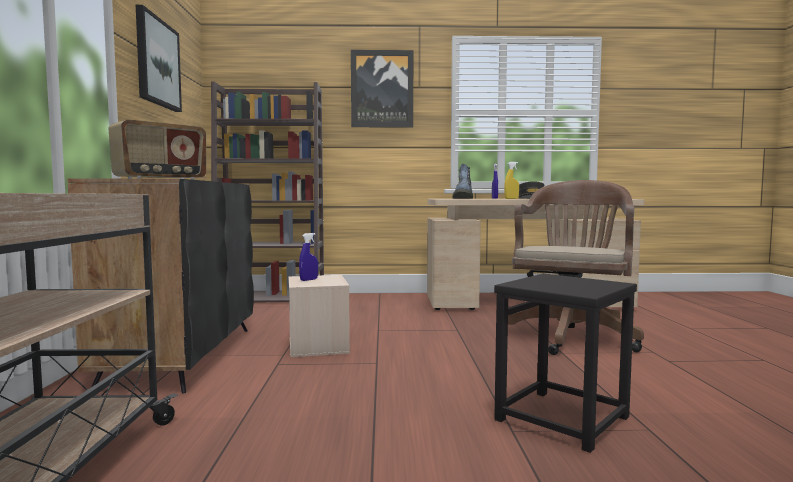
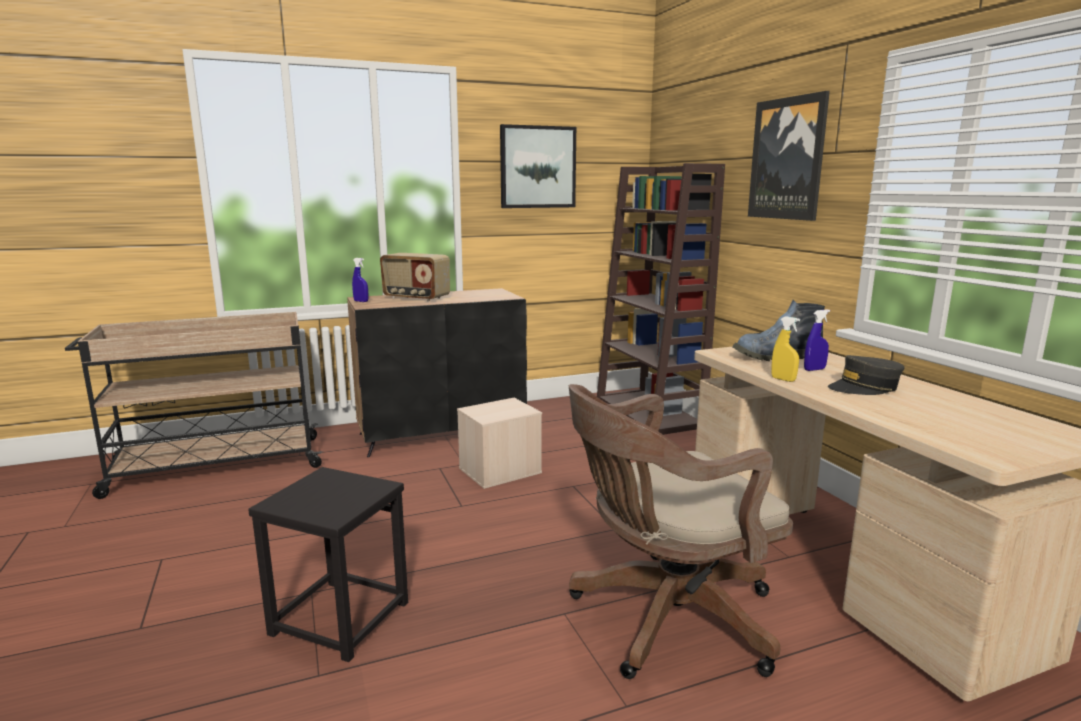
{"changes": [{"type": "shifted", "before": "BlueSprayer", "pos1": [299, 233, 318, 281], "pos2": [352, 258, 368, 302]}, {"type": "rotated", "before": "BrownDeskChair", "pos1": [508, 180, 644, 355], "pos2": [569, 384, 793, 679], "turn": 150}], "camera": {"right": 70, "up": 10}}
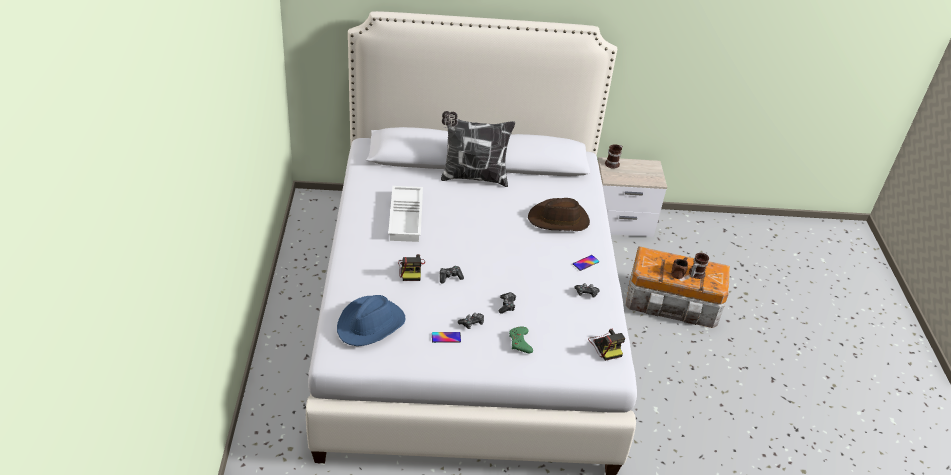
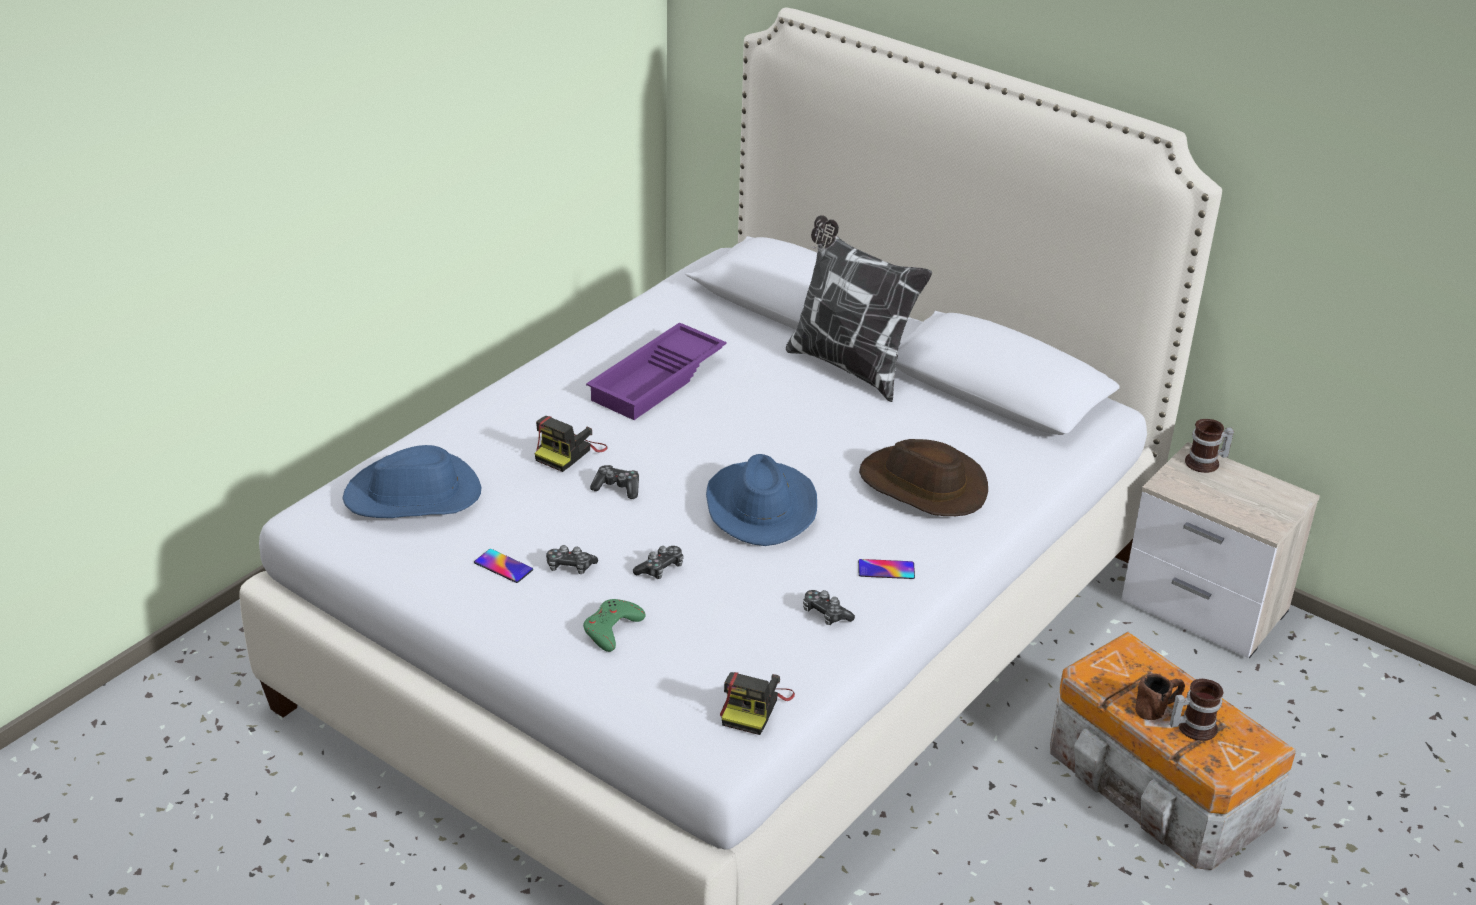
{"changes": [{"type": "repainted", "before": "WhiteCarryingTray", "after": "PurpleCarryingTray", "pos1": [388, 186, 423, 242], "pos2": [586, 322, 727, 420]}, {"type": "new", "after": "BlueWearableHat", "pos2": [706, 454, 817, 546]}], "camera": {"right": 40, "up": -5}}
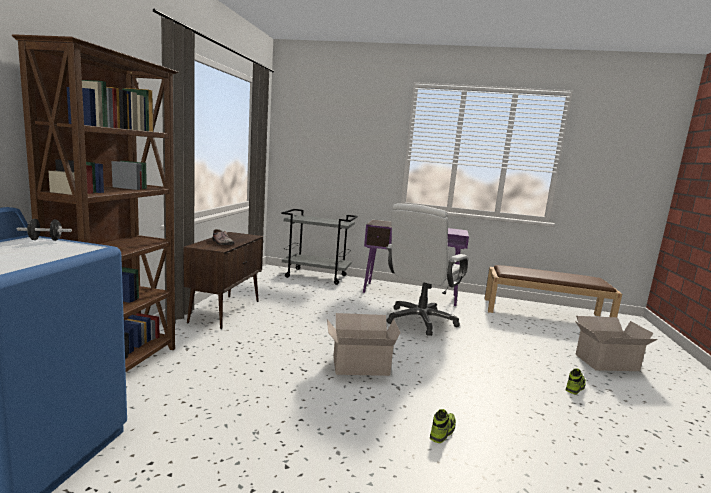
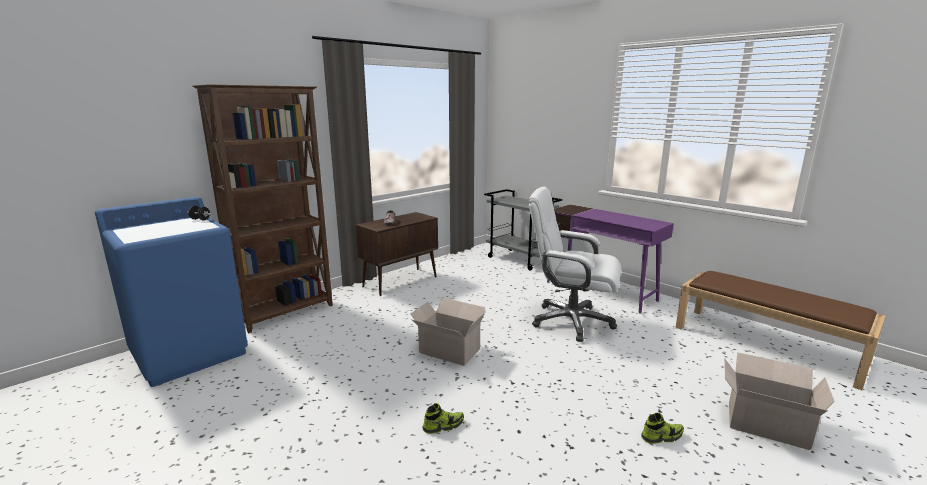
{"changes": [{"type": "rotated", "before": "WhiteDeskChair", "pos1": [386, 203, 469, 336], "pos2": [529, 187, 621, 342], "turn": 45}], "camera": {"right": 35, "up": 5}}
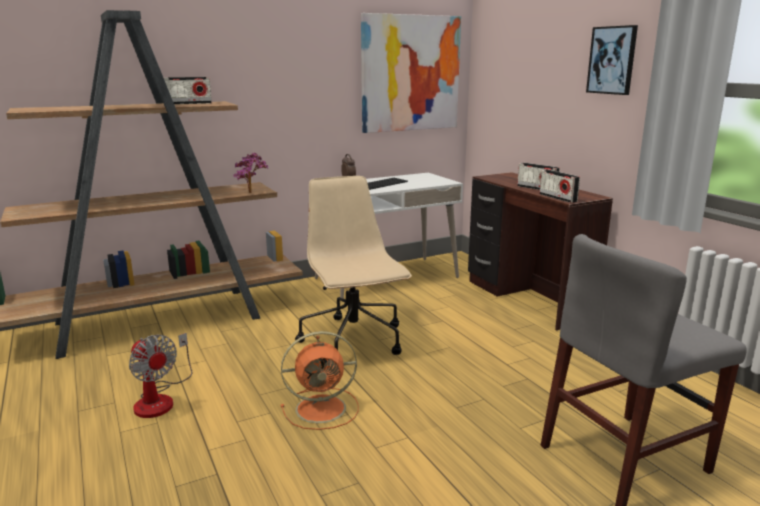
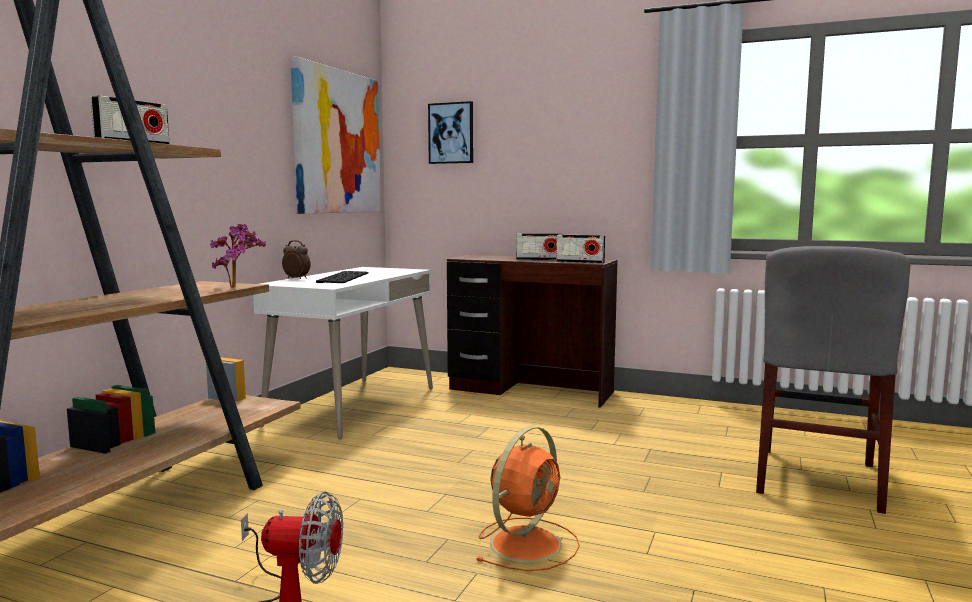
{"changes": [{"type": "shifted", "before": "Picture", "pos1": [586, 25, 638, 95], "pos2": [428, 101, 473, 164]}, {"type": "gone", "before": "BeigeColouredDeskChair", "pos1": [295, 176, 412, 355]}], "camera": {"right": -40, "up": -10}}
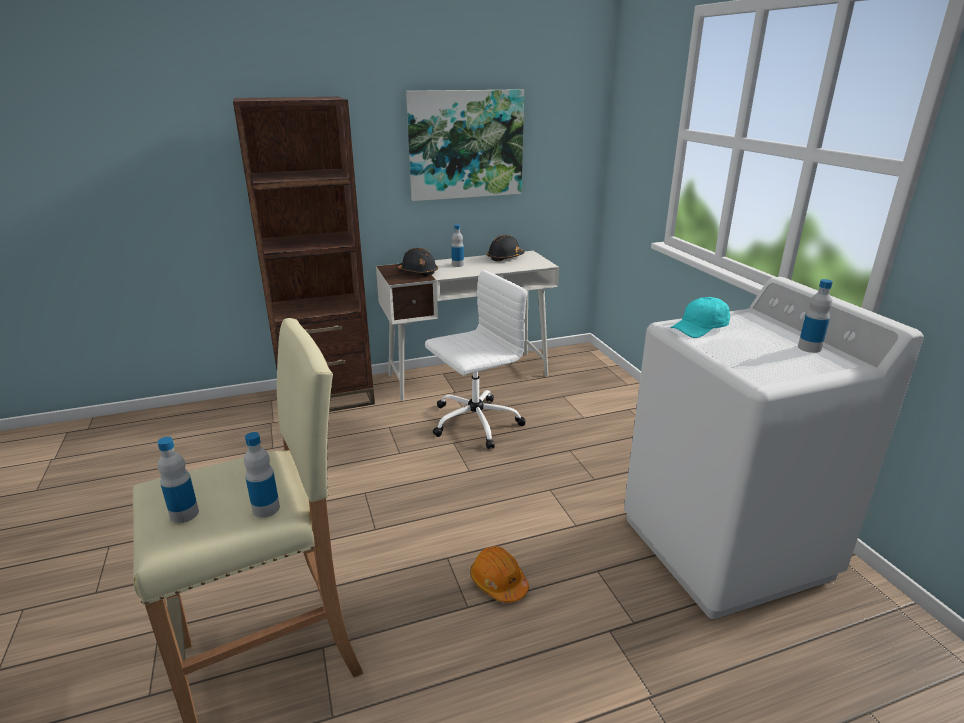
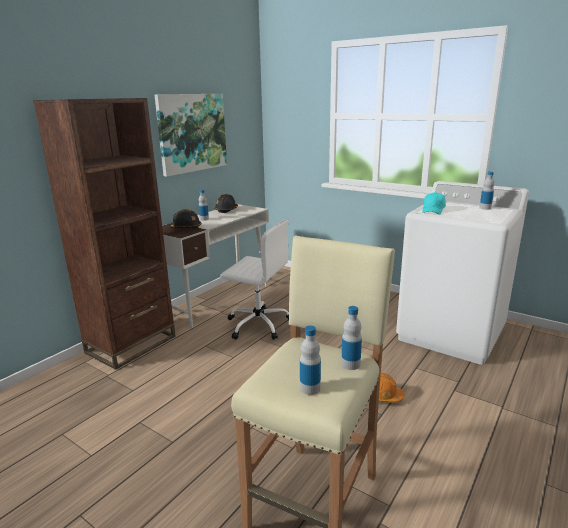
{"changes": [{"type": "rotated", "before": "WhiteDeskChair", "pos1": [425, 270, 527, 449], "pos2": [220, 219, 289, 340], "turn": 90}], "camera": {"right": -35, "up": -5}}
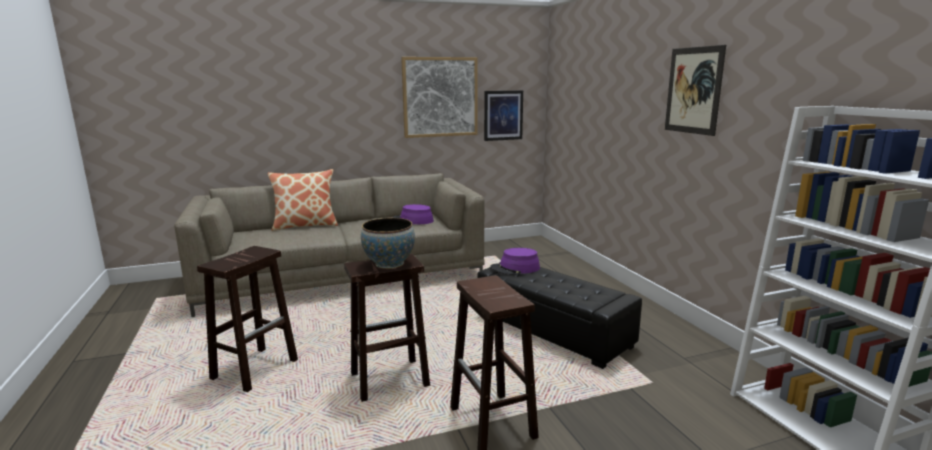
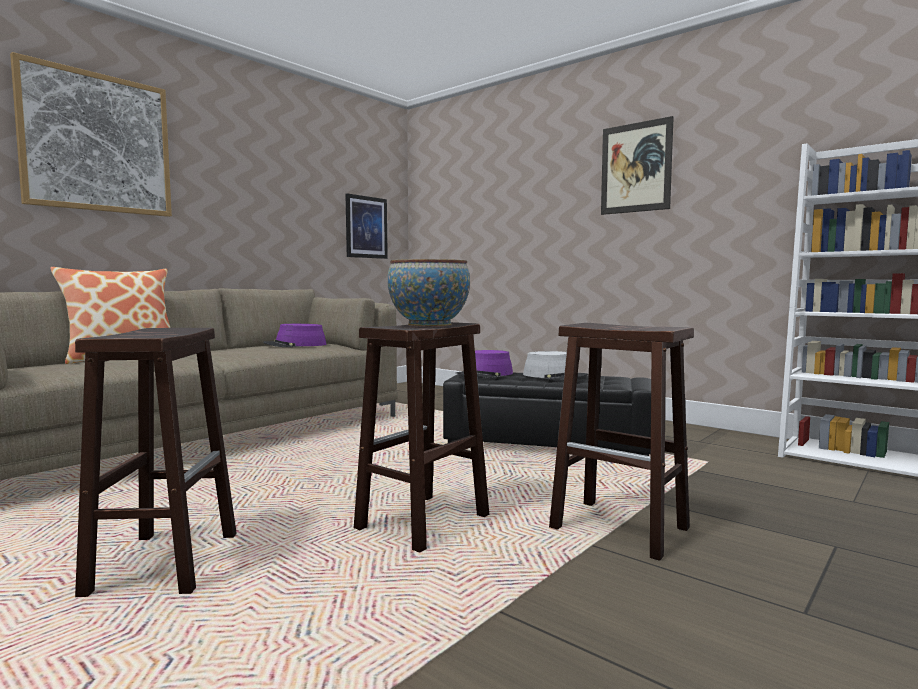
{"changes": [{"type": "shifted", "before": "Picture", "pos1": [401, 57, 478, 138], "pos2": [10, 52, 172, 217]}, {"type": "new", "after": "GrayWearableHat", "pos2": [523, 351, 588, 380]}], "camera": {"right": -30, "up": -10}}
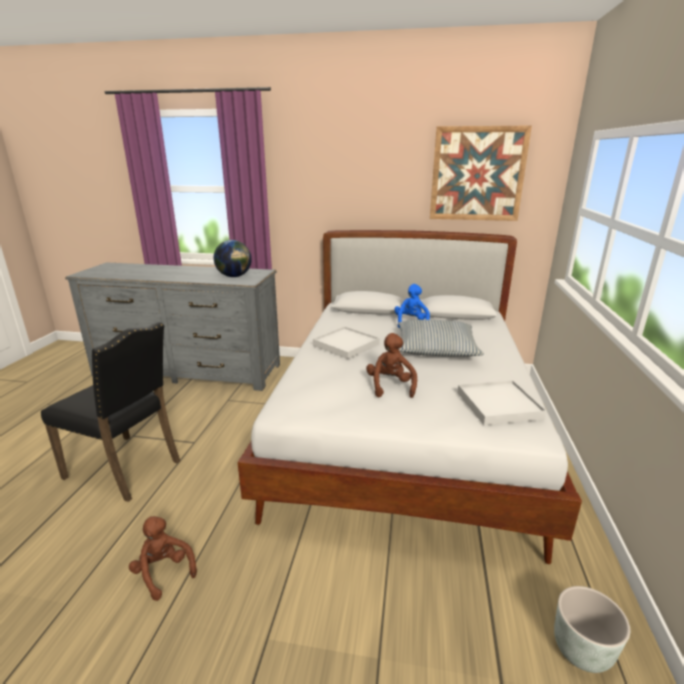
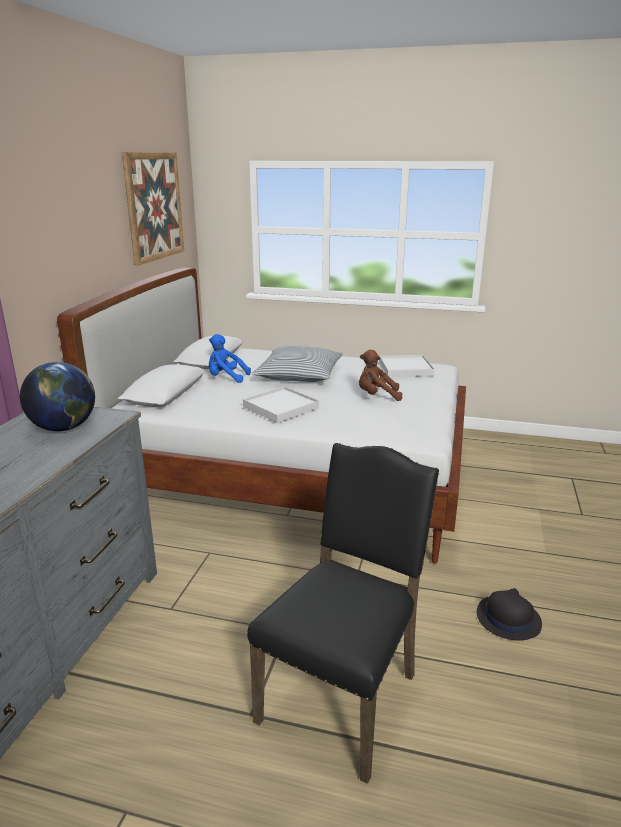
{"changes": [{"type": "swapped", "before": "BrownSoftToy", "after": "BlackColouredWearableHat", "pos1": [129, 516, 197, 601], "pos2": [477, 588, 542, 640]}, {"type": "gone", "before": "GrayFlowerPot", "pos1": [554, 586, 630, 673]}], "camera": {"right": -85, "up": 0}}
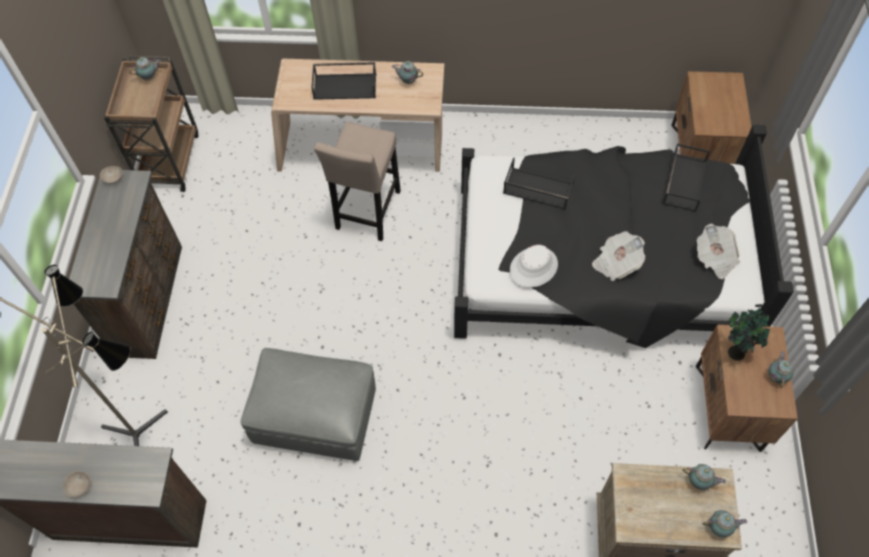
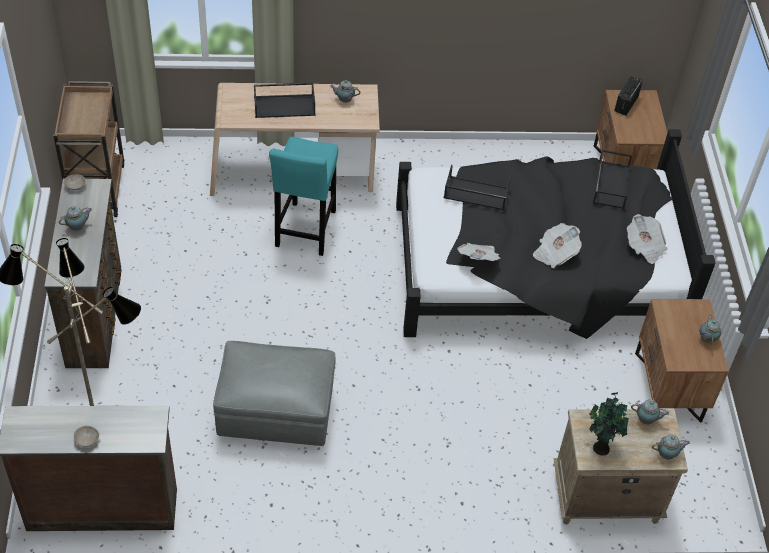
{"changes": [{"type": "shifted", "before": "TeaPot", "pos1": [129, 57, 161, 80], "pos2": [59, 206, 92, 231]}, {"type": "repainted", "before": "BeigeColouredSittingStool", "after": "TurquoiseColouredSittingStool", "pos1": [314, 122, 401, 241], "pos2": [269, 137, 338, 256]}, {"type": "swapped", "before": "WhiteWearableHat", "after": "DailyPaper", "pos1": [510, 245, 558, 287], "pos2": [457, 243, 501, 261]}, {"type": "shifted", "before": "PottedPlant", "pos1": [728, 304, 770, 361], "pos2": [589, 392, 629, 456]}, {"type": "new", "after": "Radio", "pos2": [614, 76, 643, 116]}], "camera": {"right": -10, "up": -10}}
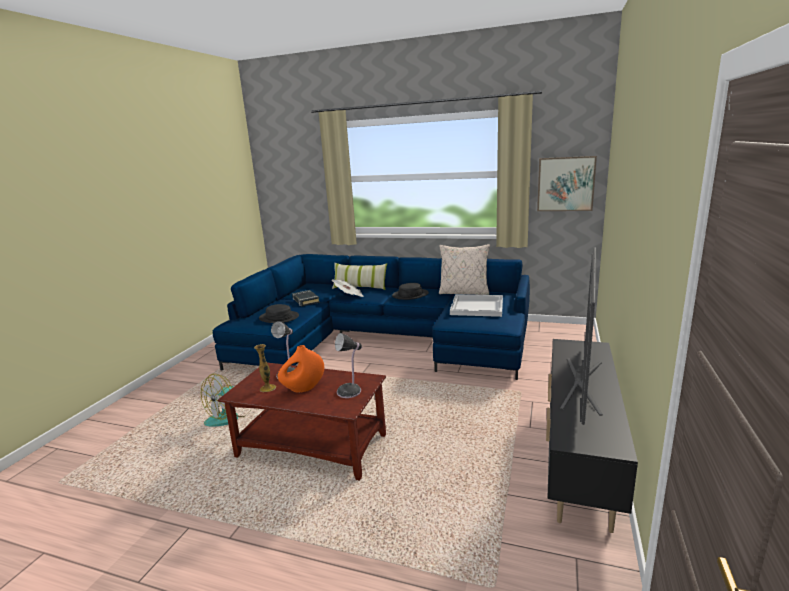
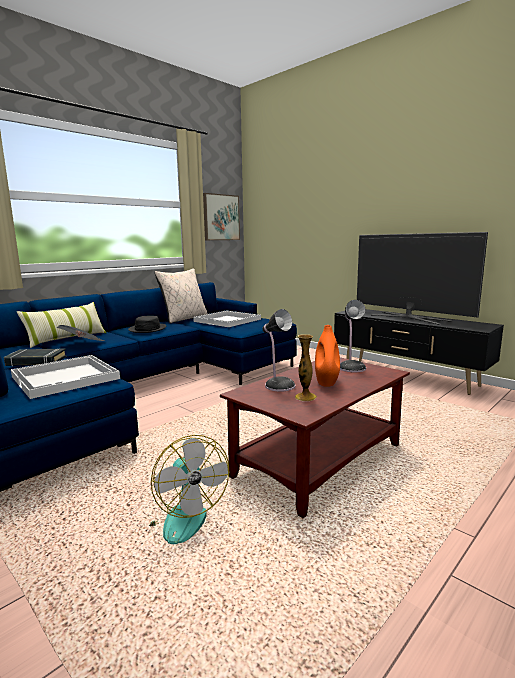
{"changes": [{"type": "swapped", "before": "BlackColouredWearableHat", "after": "WhiteCarryingTray", "pos1": [259, 304, 299, 323], "pos2": [11, 355, 120, 399]}], "camera": {"right": -65, "up": -5}}
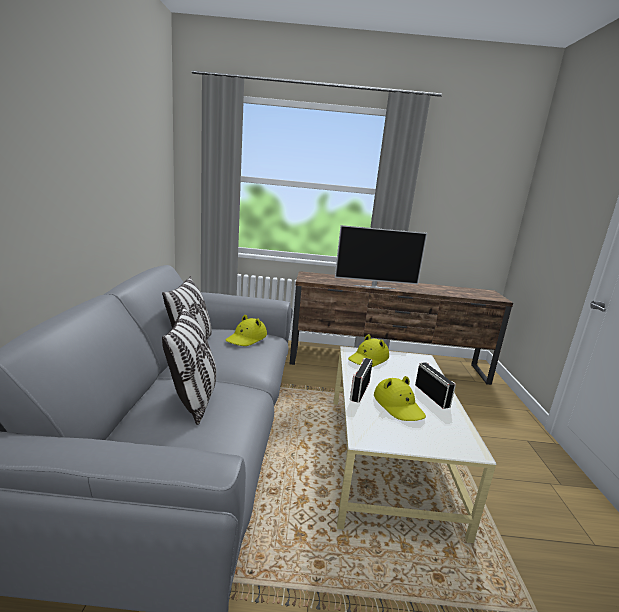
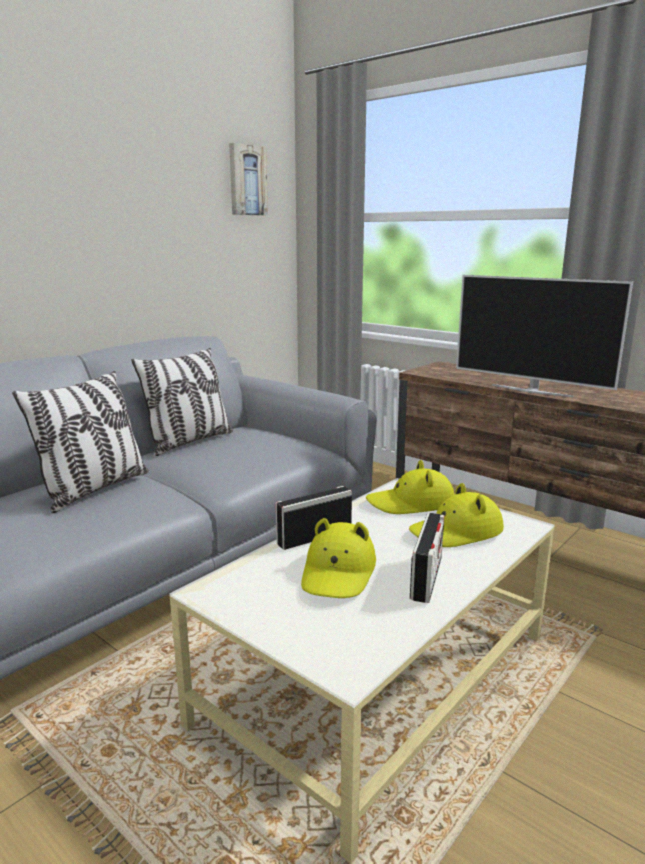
{"changes": [{"type": "new", "after": "Picture", "pos2": [229, 143, 268, 216]}, {"type": "shifted", "before": "YellowColouredWearableHat", "pos1": [225, 315, 267, 346], "pos2": [409, 483, 504, 547]}], "camera": {"right": 40, "up": 0}}
